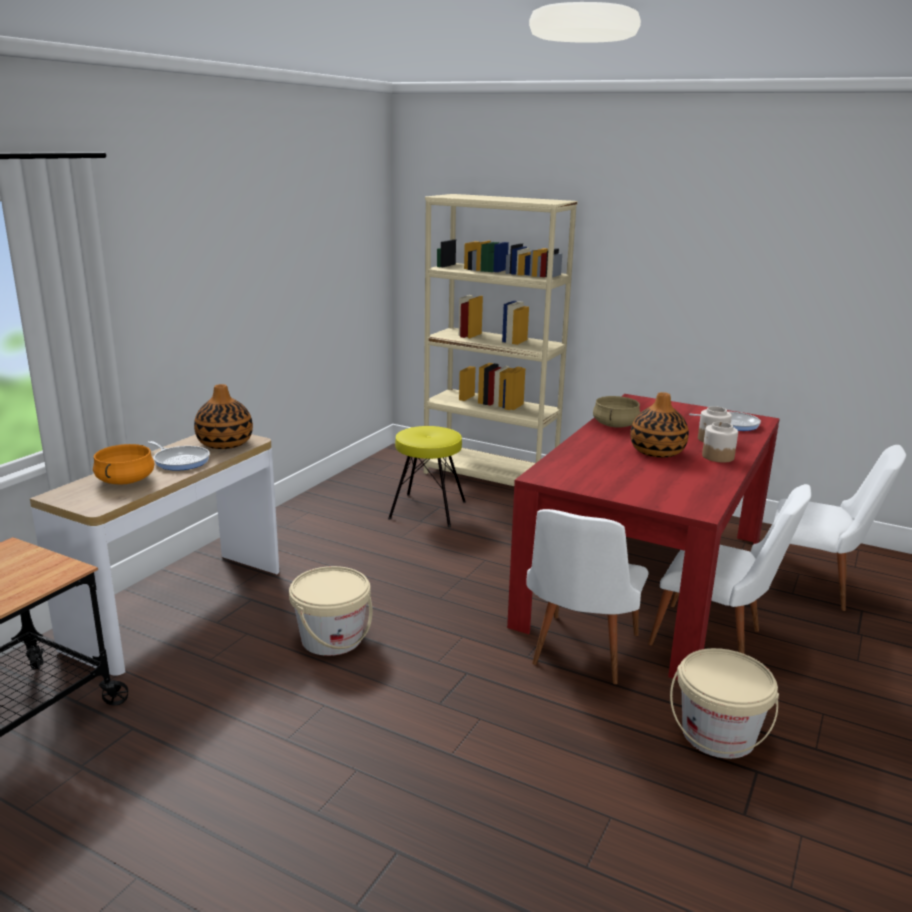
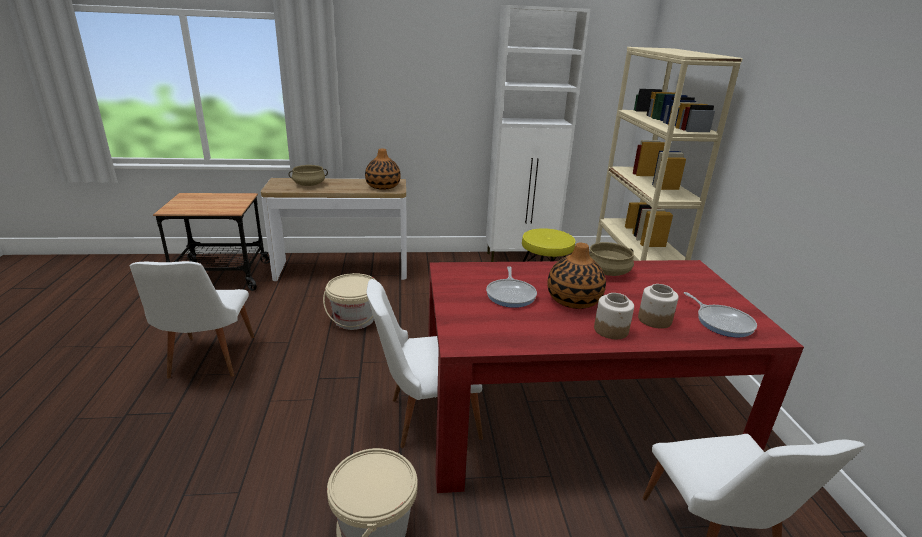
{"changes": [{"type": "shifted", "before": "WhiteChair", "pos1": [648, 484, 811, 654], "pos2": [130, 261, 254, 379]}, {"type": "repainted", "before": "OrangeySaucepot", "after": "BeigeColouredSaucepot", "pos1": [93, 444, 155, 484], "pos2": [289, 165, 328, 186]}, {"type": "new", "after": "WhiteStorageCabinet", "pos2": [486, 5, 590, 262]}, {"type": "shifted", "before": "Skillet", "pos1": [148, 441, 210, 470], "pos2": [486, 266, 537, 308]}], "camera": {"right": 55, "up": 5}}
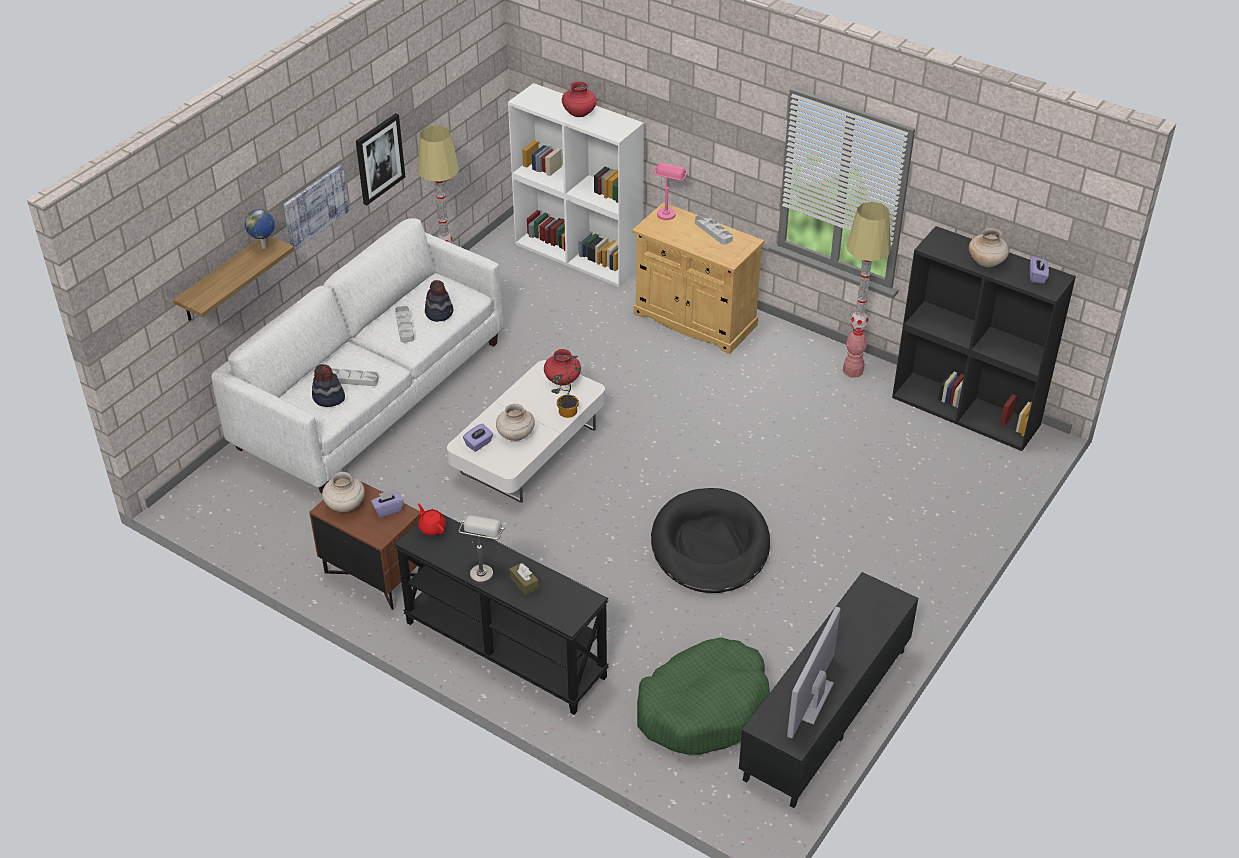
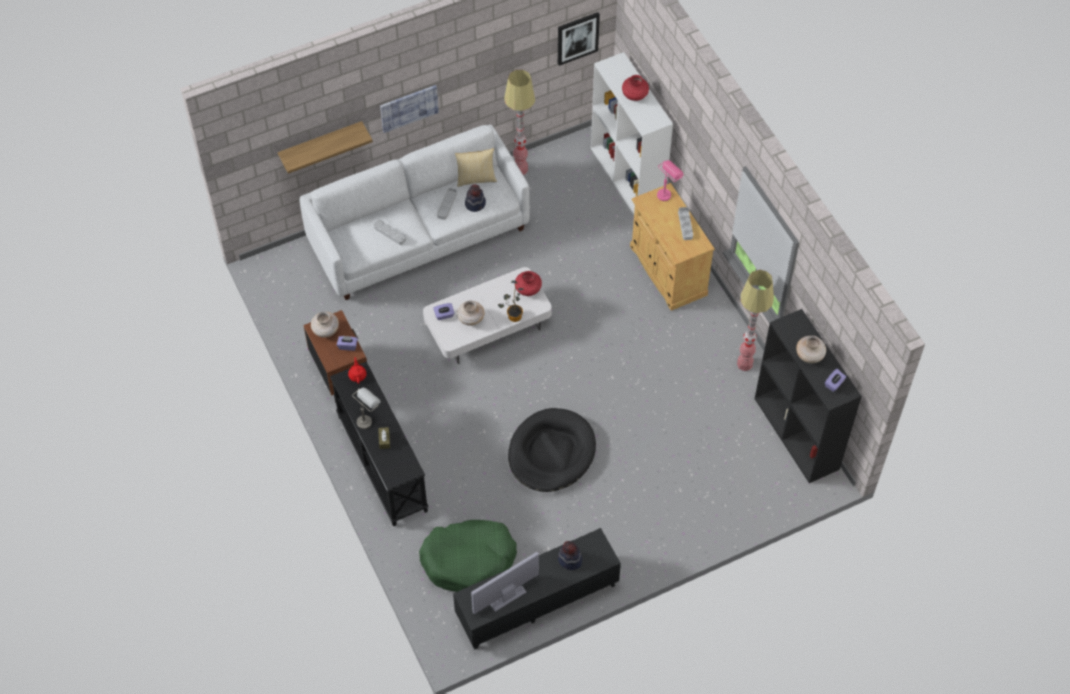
{"changes": [{"type": "new", "after": "ThrowPillow", "pos2": [455, 148, 497, 187]}, {"type": "shifted", "before": "Picture", "pos1": [356, 113, 405, 205], "pos2": [558, 12, 600, 66]}, {"type": "shifted", "before": "WearableHat", "pos1": [312, 364, 345, 407], "pos2": [558, 541, 582, 570]}, {"type": "gone", "before": "Globe", "pos1": [245, 209, 275, 249]}], "camera": {"right": 30, "up": 15}}
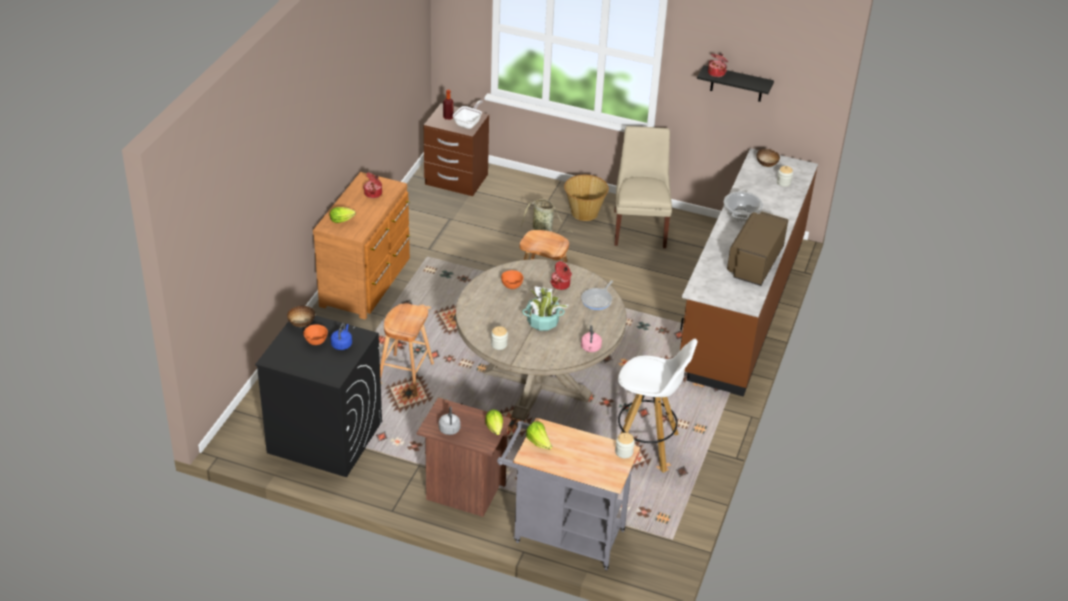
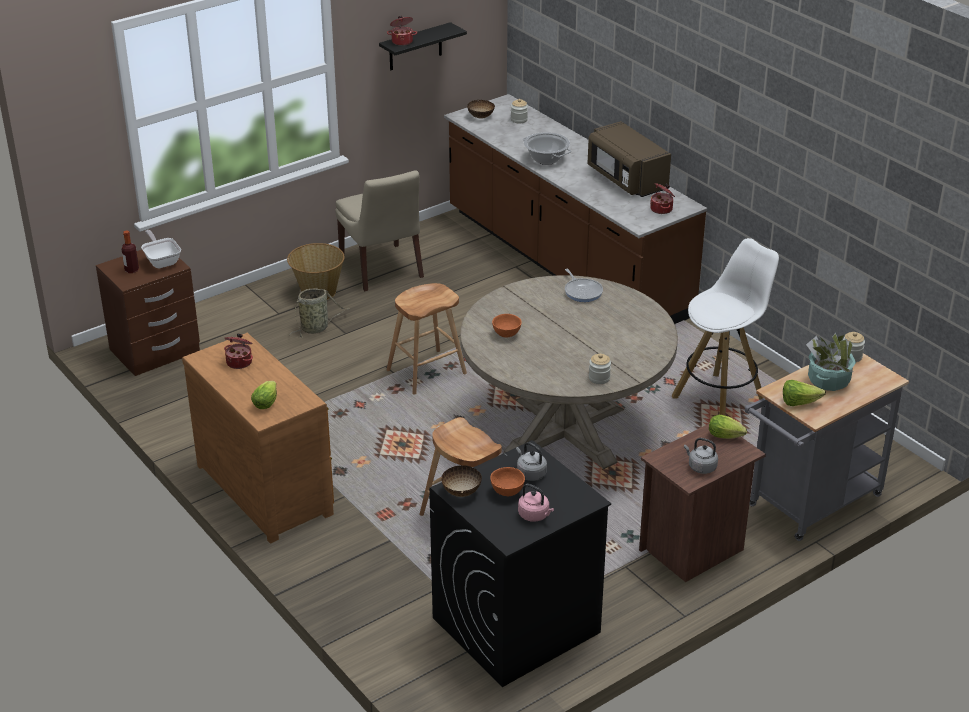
{"changes": [{"type": "rotated", "before": "BeigeColouredChair", "pos1": [614, 126, 672, 248], "pos2": [335, 170, 424, 291], "turn": -150}, {"type": "repainted", "before": "BlueTeaKettle", "after": "GrayTeaKettle", "pos1": [330, 323, 352, 350], "pos2": [516, 442, 547, 481]}, {"type": "shifted", "before": "PinkColouredTeaKettle", "pos1": [581, 325, 602, 352], "pos2": [518, 484, 554, 522]}, {"type": "shifted", "before": "Saucepot", "pos1": [550, 261, 572, 290], "pos2": [650, 183, 675, 214]}, {"type": "shifted", "before": "PottedPlant", "pos1": [522, 286, 568, 331], "pos2": [806, 333, 856, 391]}], "camera": {"right": -55, "up": -5}}
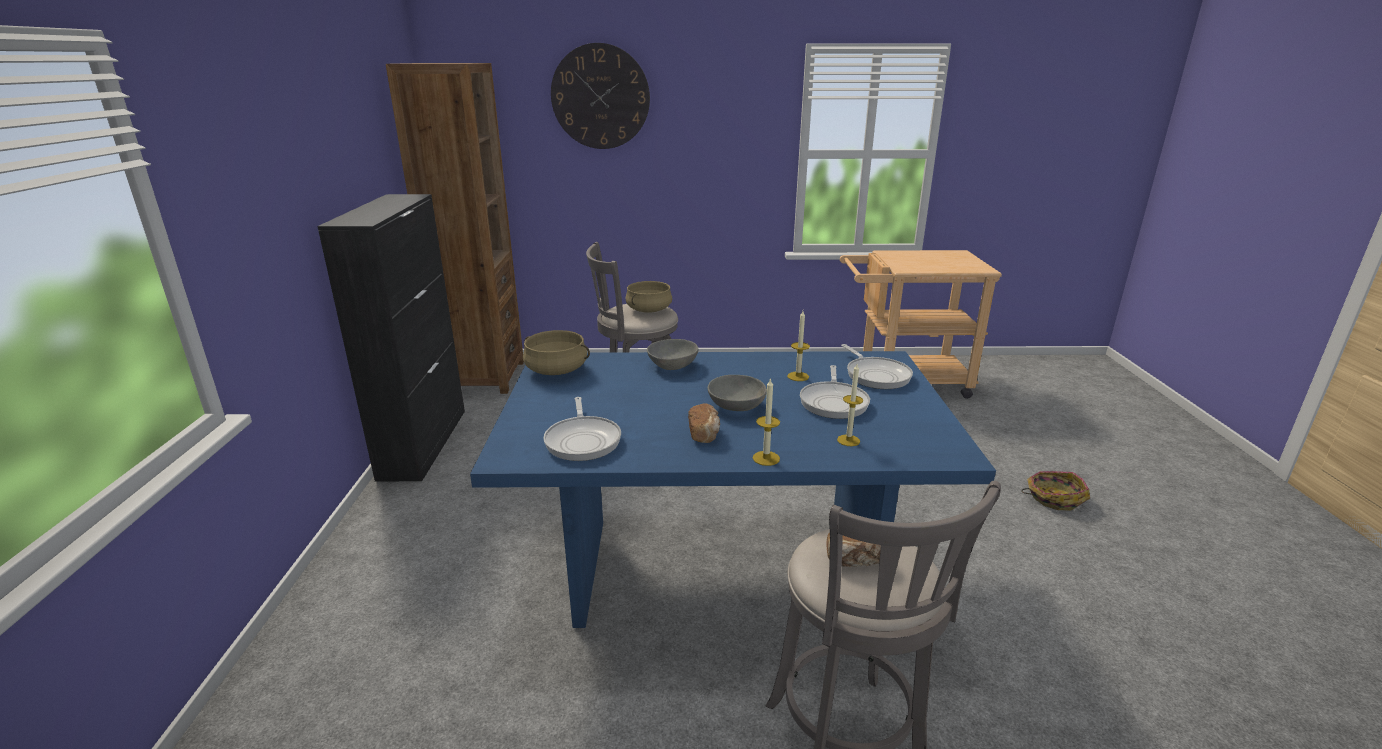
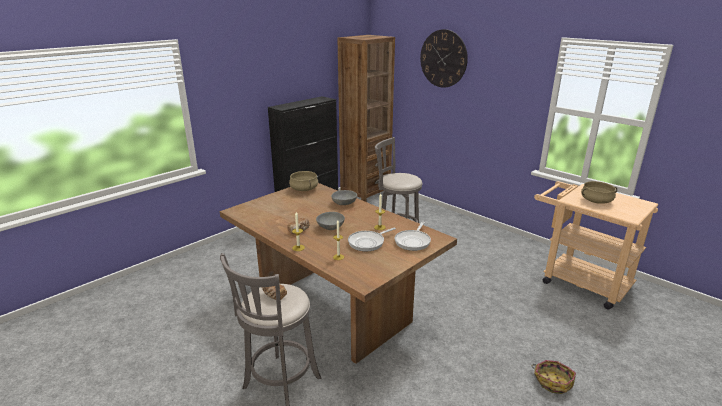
{"changes": [{"type": "repainted", "before": "BlueDiningTable", "after": "BrownDiningTable", "pos1": [470, 351, 996, 628], "pos2": [220, 183, 457, 364]}, {"type": "shifted", "before": "BeigeColouredSaucepot", "pos1": [626, 281, 672, 313], "pos2": [581, 181, 617, 204]}, {"type": "gone", "before": "Skillet", "pos1": [543, 397, 621, 461]}], "camera": {"right": 45, "up": 0}}
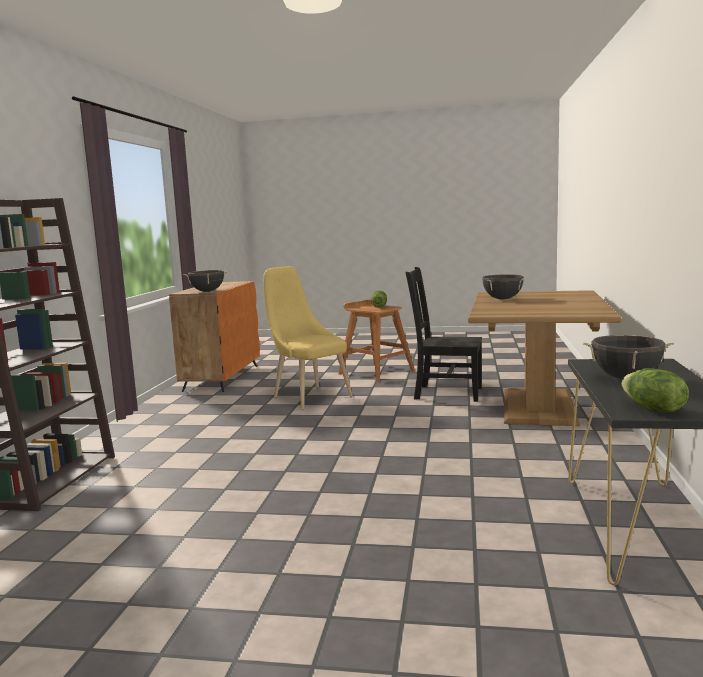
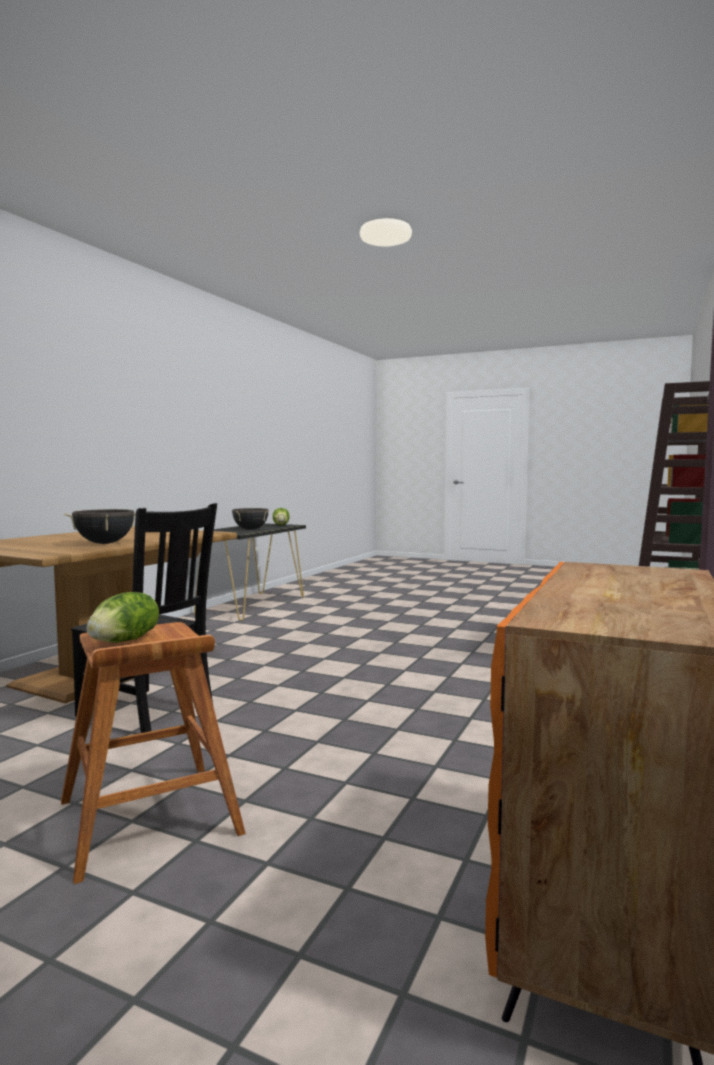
{"changes": [{"type": "gone", "before": "BlackColouredSaucepot", "pos1": [183, 270, 228, 292]}, {"type": "gone", "before": "YellowColouredChair", "pos1": [263, 266, 353, 410]}], "camera": {"right": -165, "up": -5}}
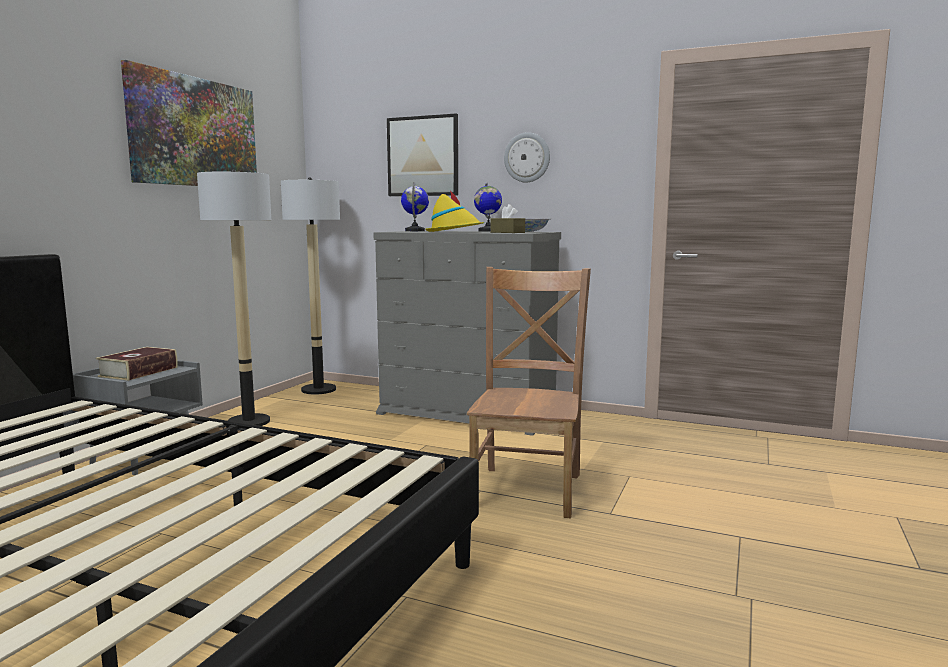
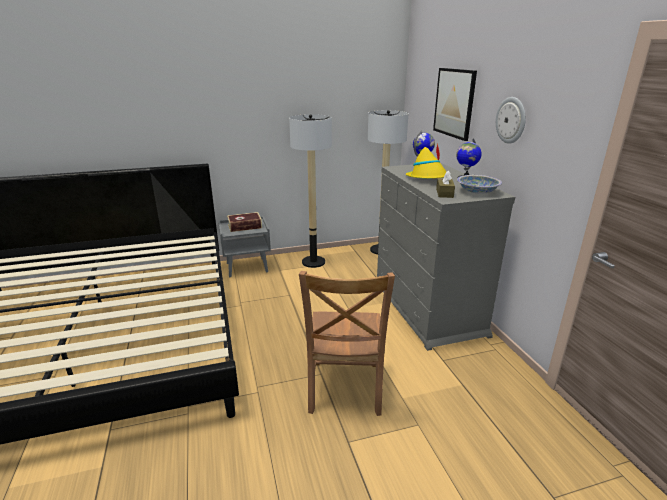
{"changes": [{"type": "rotated", "before": "BrownChair", "pos1": [467, 267, 591, 518], "pos2": [299, 271, 395, 416], "turn": 120}, {"type": "gone", "before": "Picture", "pos1": [121, 60, 257, 186]}], "camera": {"right": 50, "up": 15}}
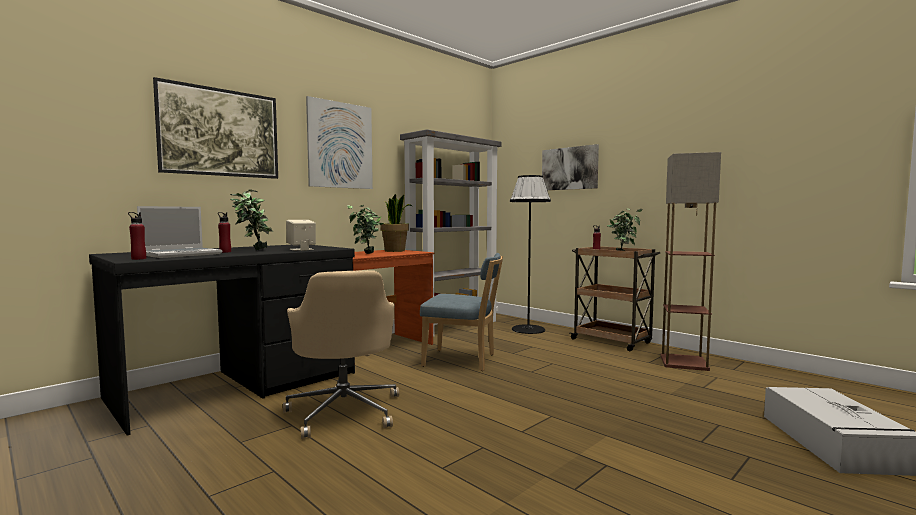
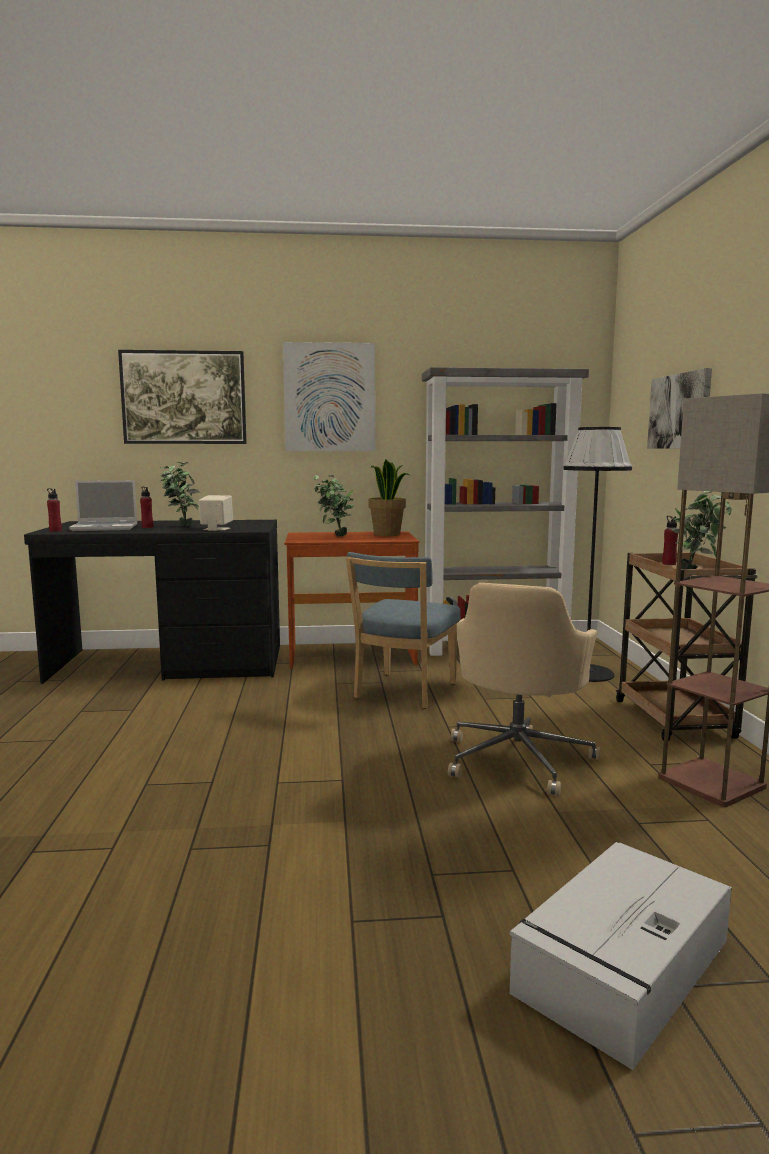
{"changes": [{"type": "rotated", "before": "BlueChair", "pos1": [420, 253, 503, 371], "pos2": [346, 552, 460, 709], "turn": 60}, {"type": "shifted", "before": "BeigeColouredDeskChair", "pos1": [283, 270, 399, 439], "pos2": [448, 583, 601, 797]}], "camera": {"right": 40, "up": 5}}
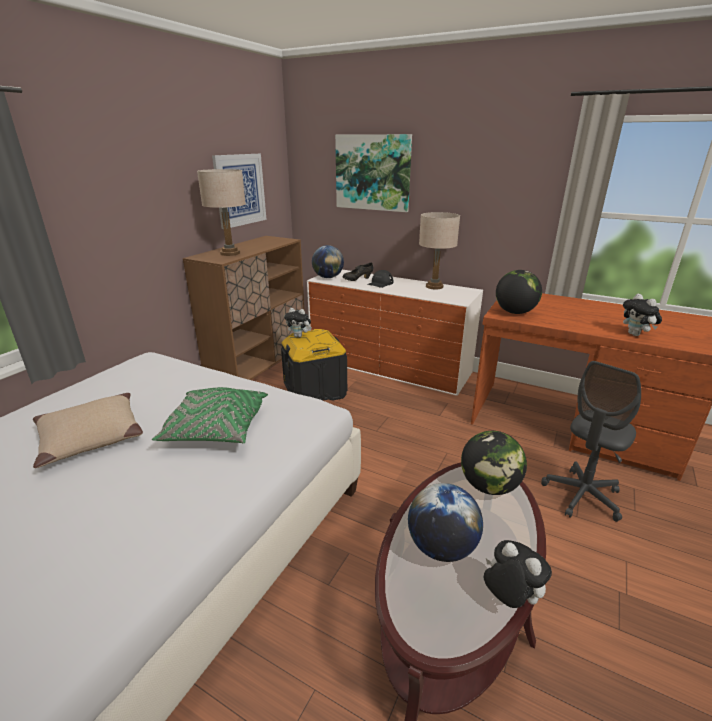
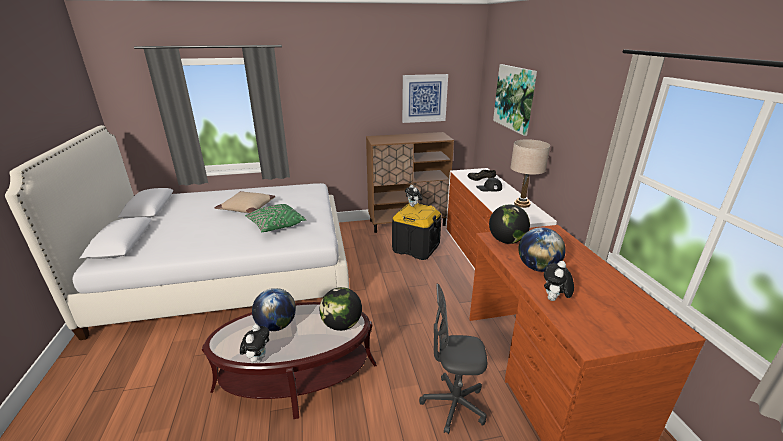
{"changes": [{"type": "shifted", "before": "Globe", "pos1": [312, 245, 344, 278], "pos2": [519, 227, 566, 272]}, {"type": "gone", "before": "BeigeColouredTabletopLamp", "pos1": [197, 169, 246, 256]}], "camera": {"right": 50, "up": 0}}
